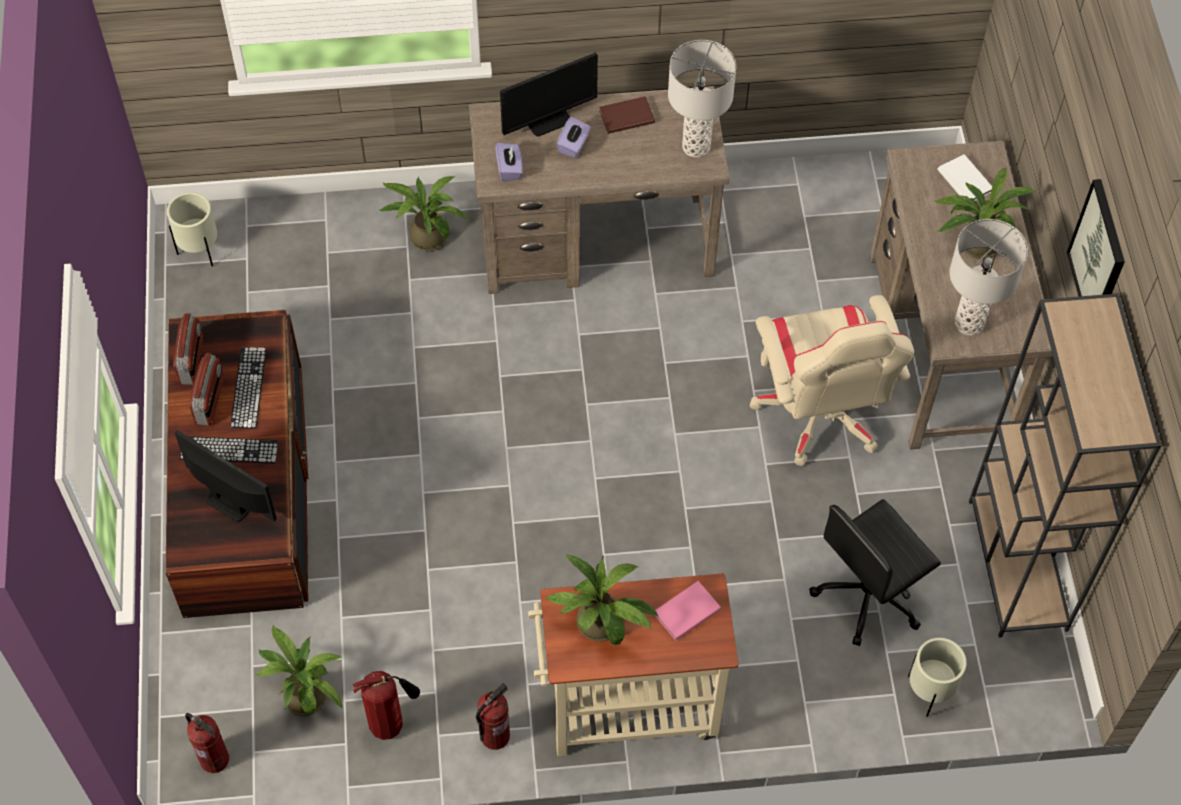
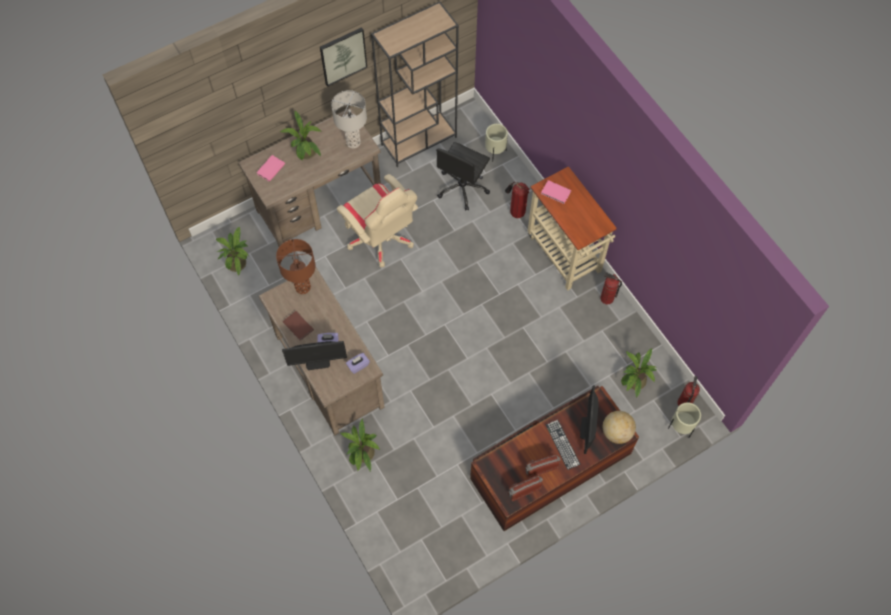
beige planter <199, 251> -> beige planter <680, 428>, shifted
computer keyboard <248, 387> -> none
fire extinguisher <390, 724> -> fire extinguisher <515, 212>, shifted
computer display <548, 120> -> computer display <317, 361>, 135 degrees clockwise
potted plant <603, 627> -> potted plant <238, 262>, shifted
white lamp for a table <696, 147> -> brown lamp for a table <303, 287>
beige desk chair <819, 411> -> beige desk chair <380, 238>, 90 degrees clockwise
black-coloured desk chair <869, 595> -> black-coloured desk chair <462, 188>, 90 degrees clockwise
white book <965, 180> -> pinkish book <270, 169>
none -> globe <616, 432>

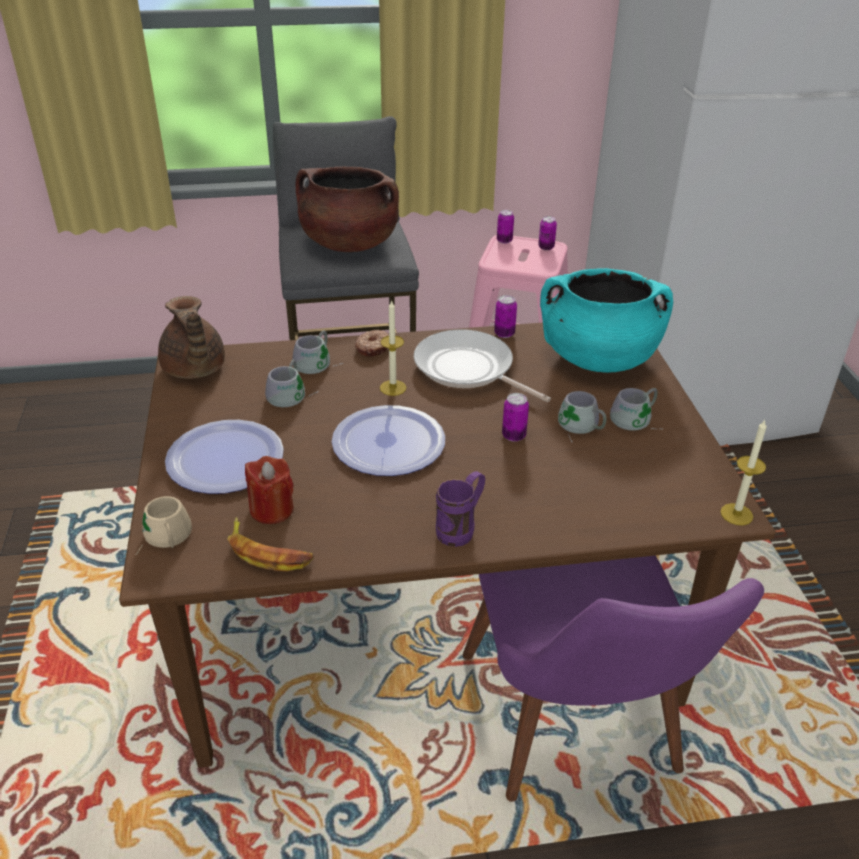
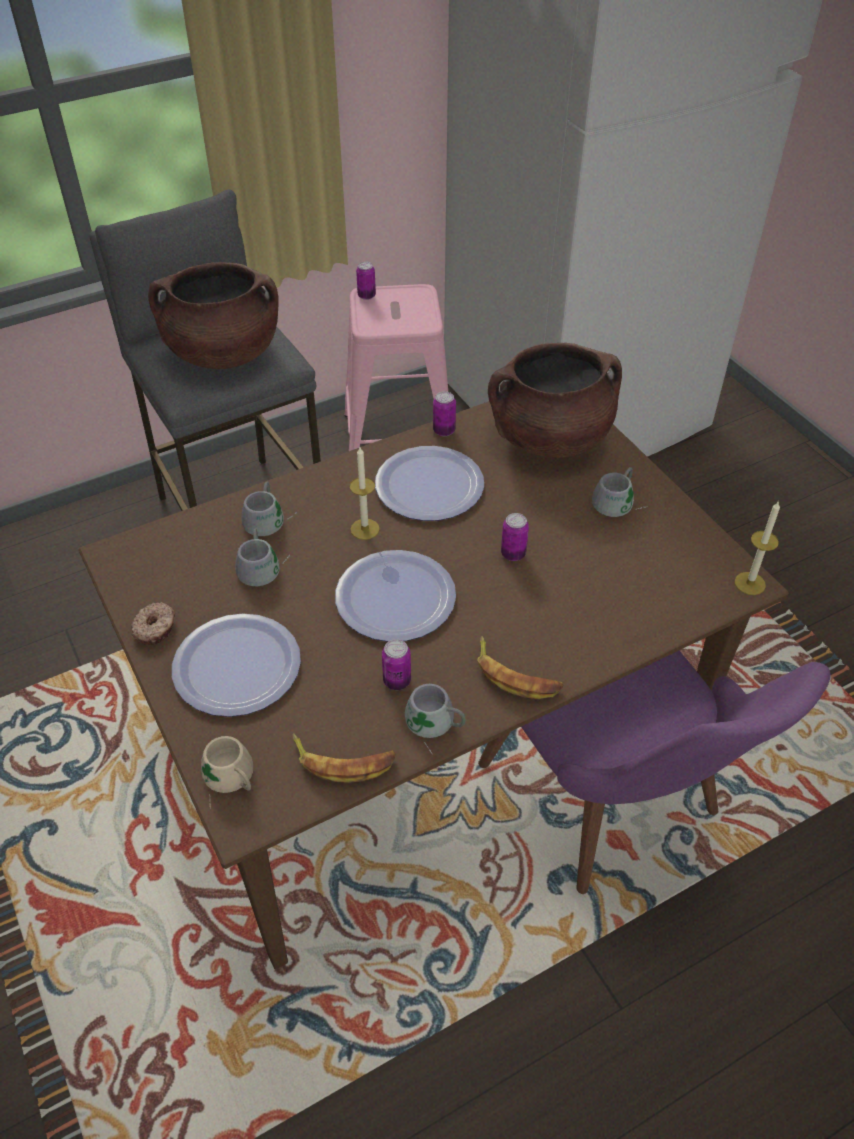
brown tea pot <194, 370> -> none
red candle <271, 509> -> none
ring doughnut <374, 348> -> ring doughnut <155, 628>, shifted
frying pan <468, 369> -> plate <429, 486>
purple mug <461, 529> -> banana <516, 675>
can <546, 247> -> can <397, 681>, shifted
blue-green cooking pot <598, 358> -> brown cooking pot <550, 438>
greyish mug <579, 427> -> greyish mug <433, 725>, shifted

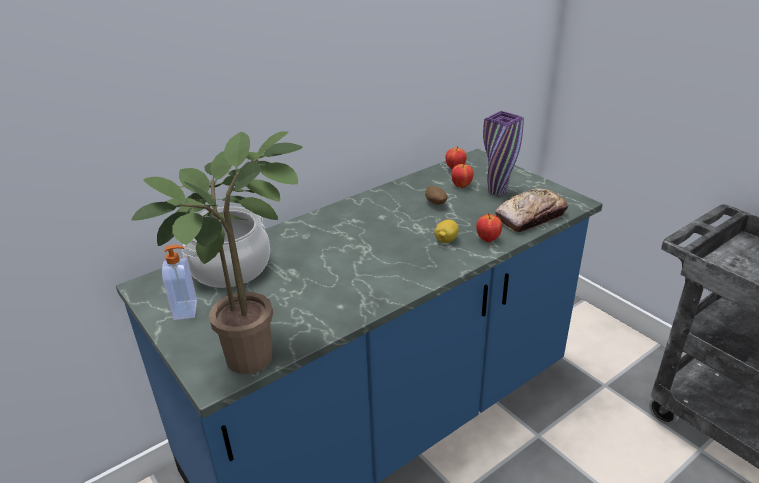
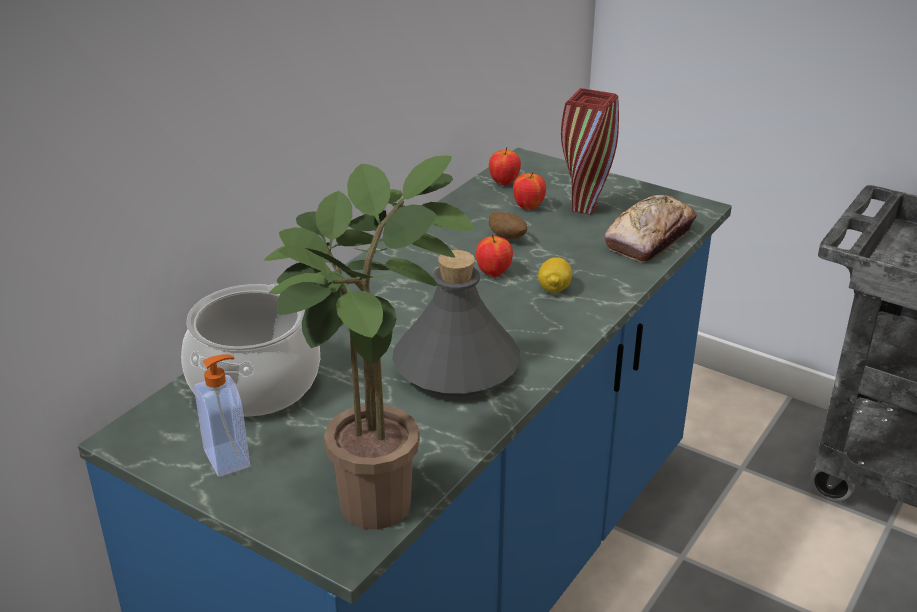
apple fruit <488, 239> -> apple fruit <494, 273>, shifted
purple flower vase <497, 192> -> red flower vase <584, 208>
none -> greyish drink bottle <457, 365>

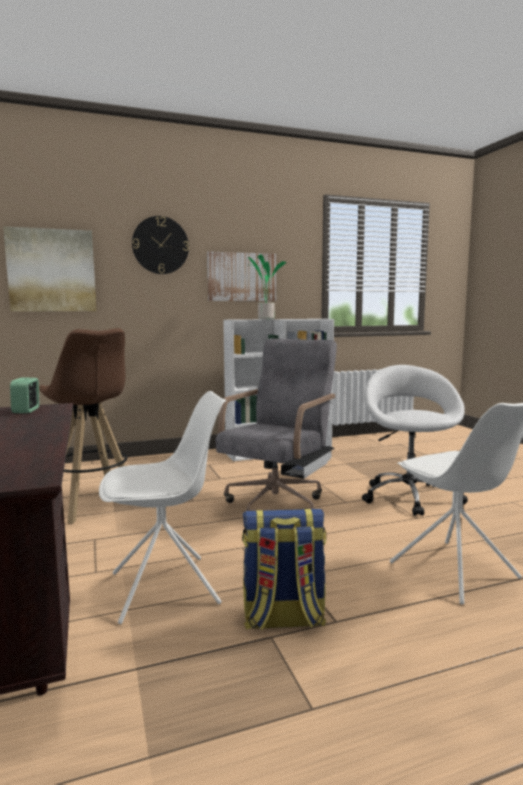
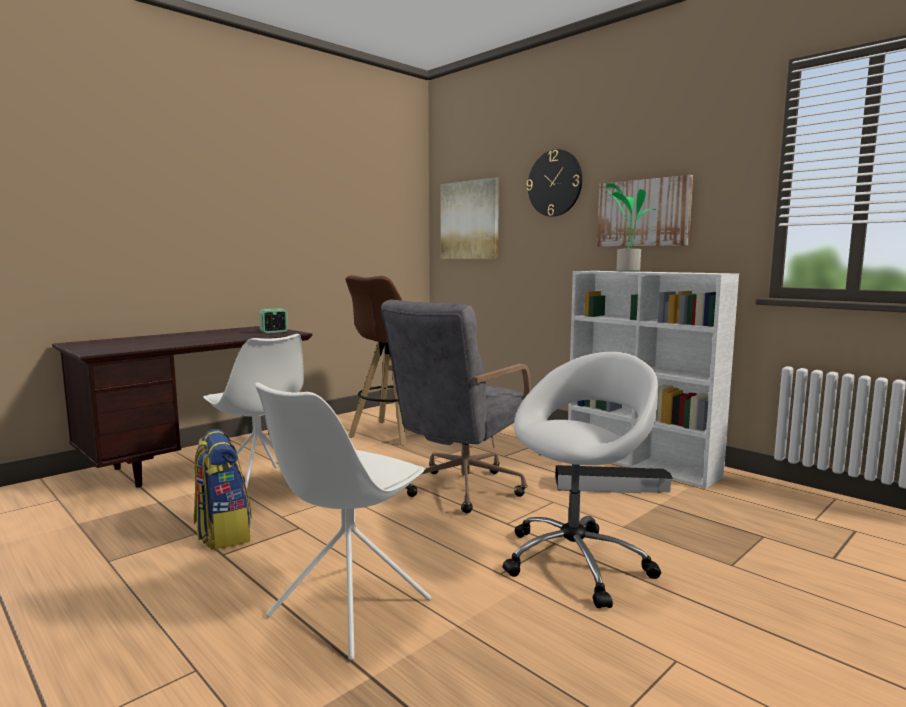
greyish desk chair <278, 504> -> greyish desk chair <461, 492>, 120 degrees clockwise

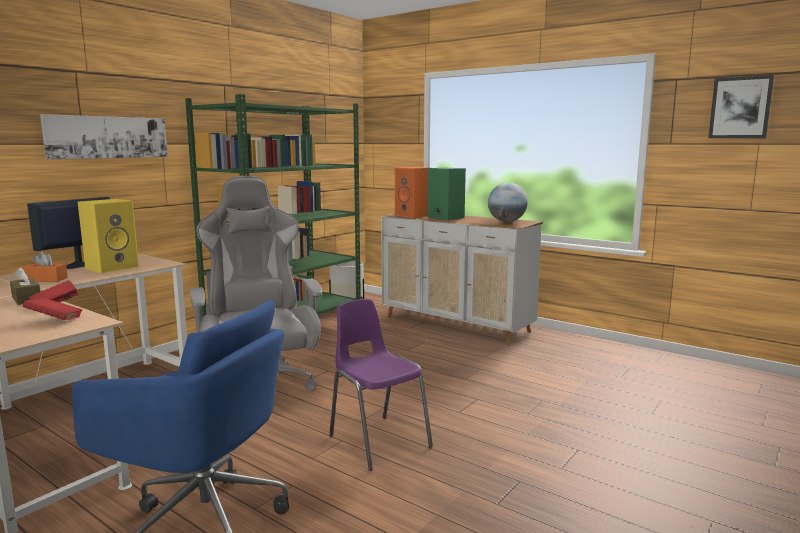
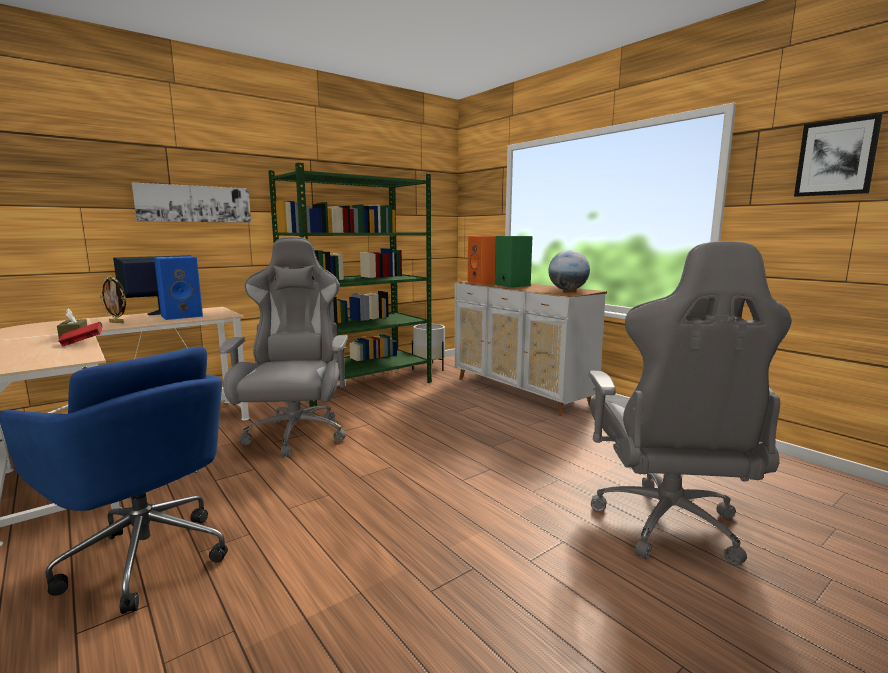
orange tissue holder <46, 279> -> picture frame <117, 322>
red book <54, 320> -> none
yellow-coloured loudspeaker <113, 267> -> blue loudspeaker <182, 316>
purple chair <378, 440> -> none
none -> greyish desk chair <663, 518>

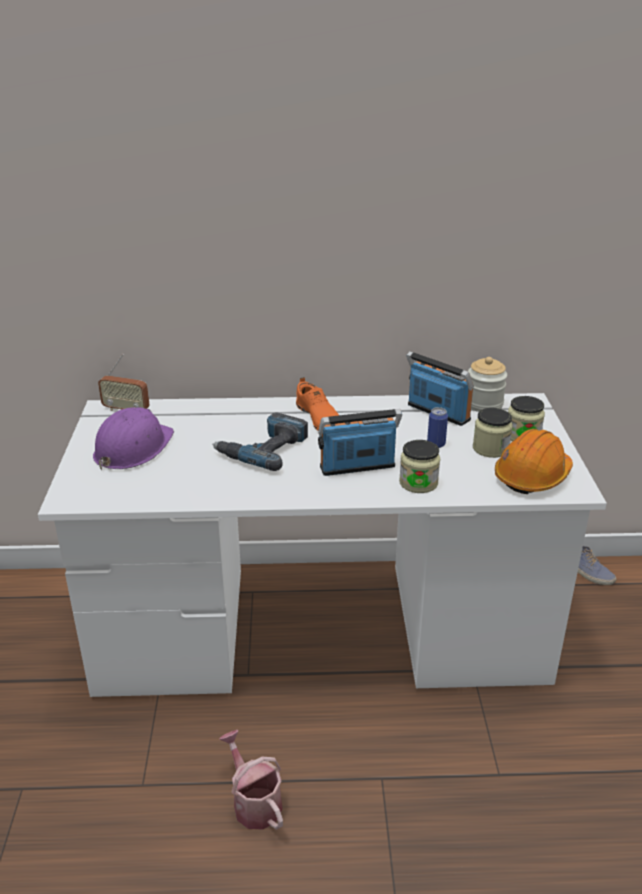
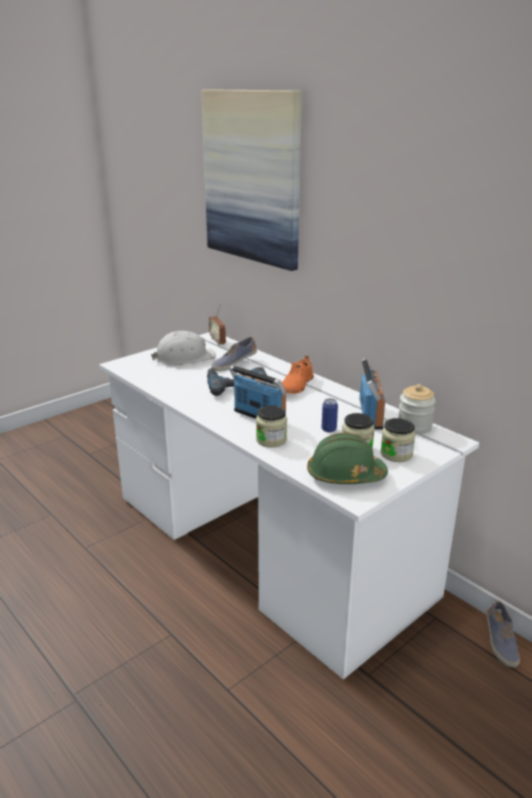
purple hard hat <132, 448> -> white hard hat <184, 357>
sprinkling can <254, 802> -> none
orange hard hat <532, 476> -> green-coloured hard hat <345, 475>
none -> picture <252, 178>
none -> low shoe <233, 363>

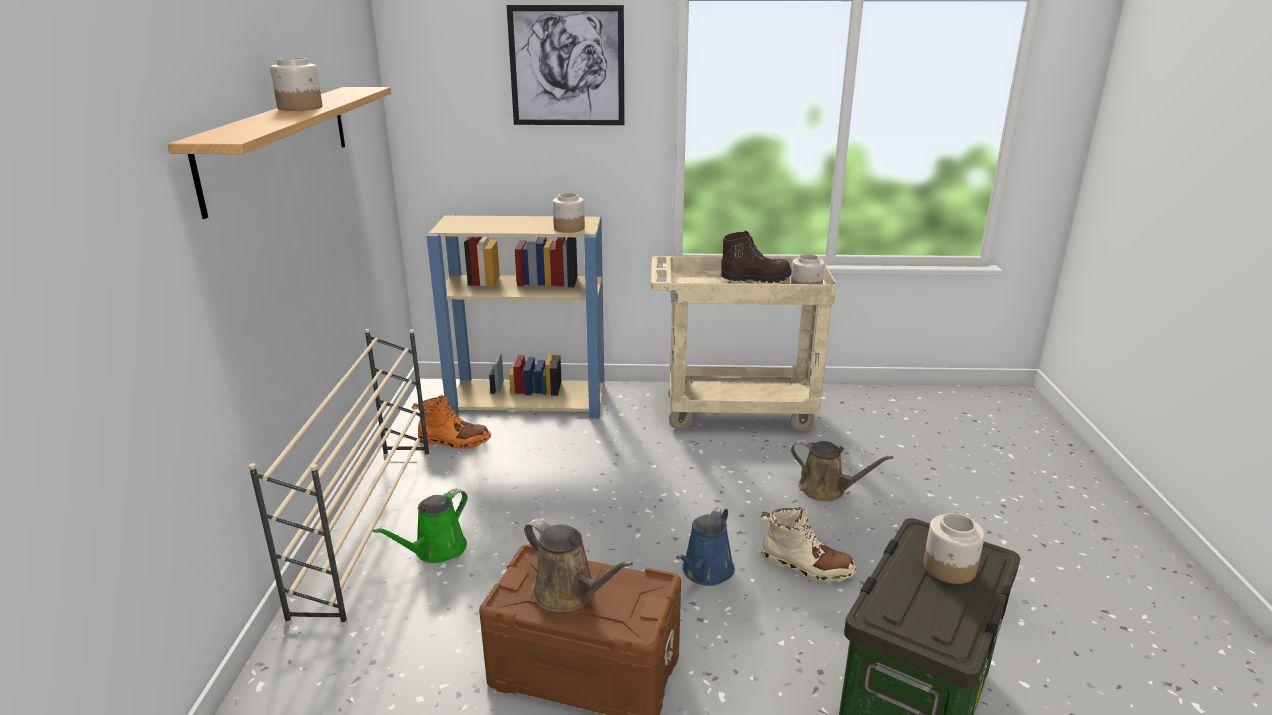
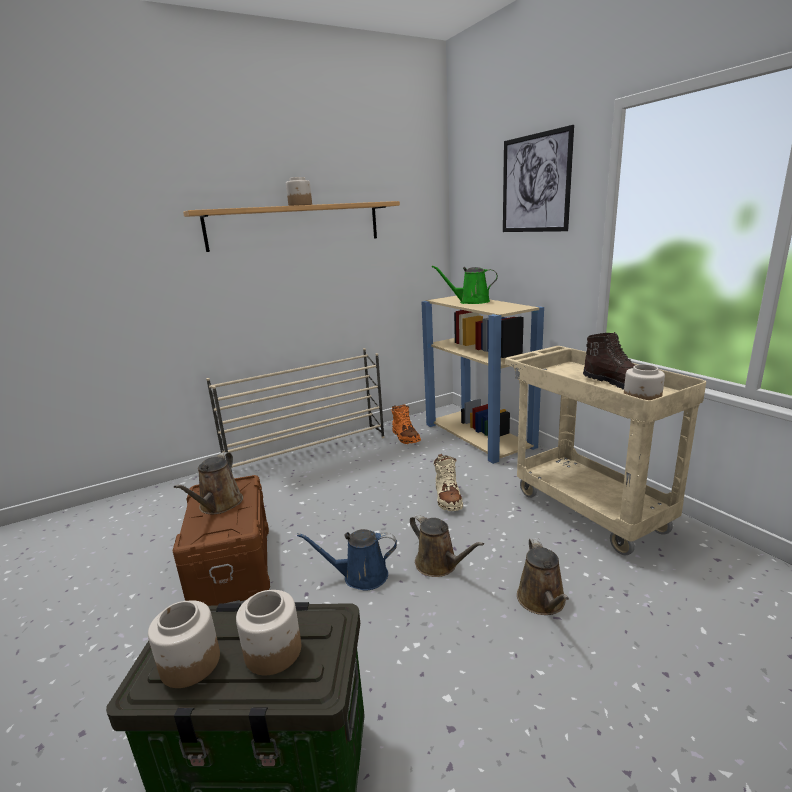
green-coloured sprinkling can <436, 550> -> green-coloured sprinkling can <471, 302>, shifted
storage jar <568, 228> -> storage jar <190, 663>, shifted
beige boot <806, 566> -> beige boot <447, 498>, shifted
none -> brown sprinkling can <439, 565>

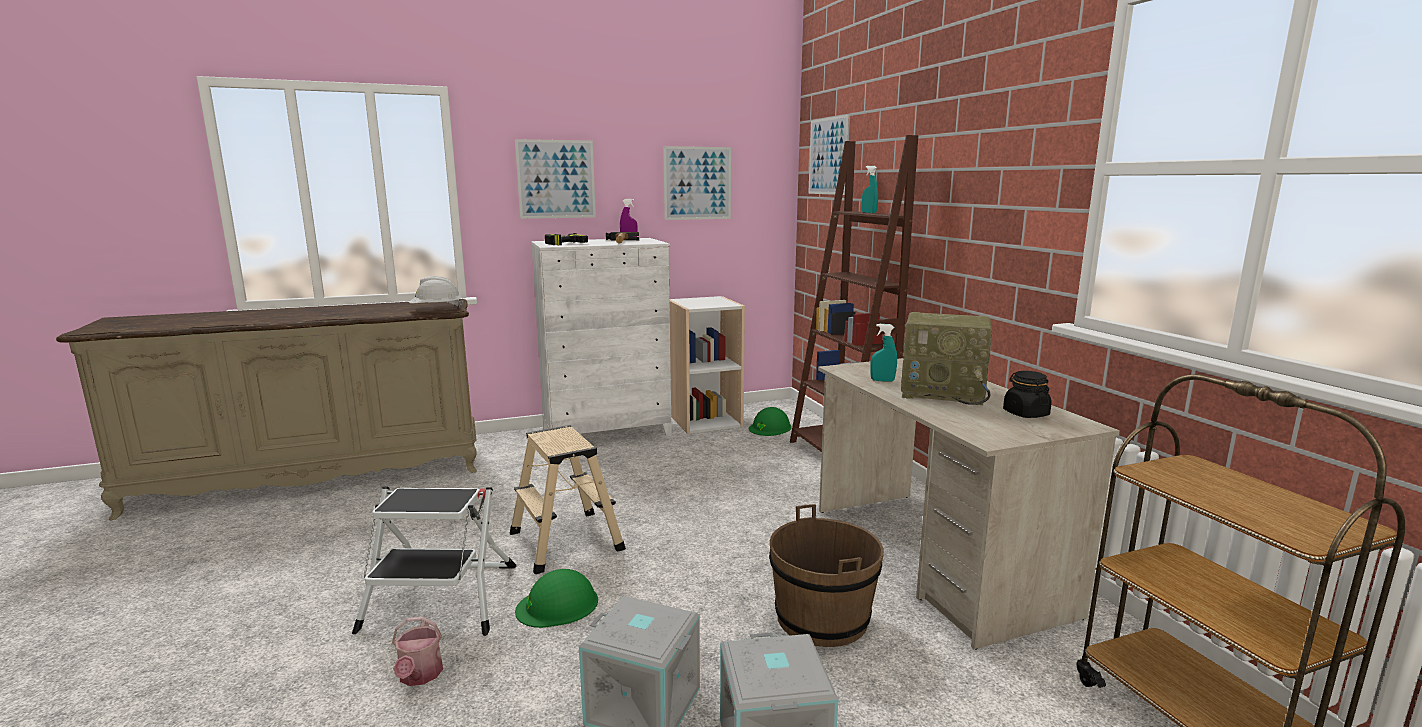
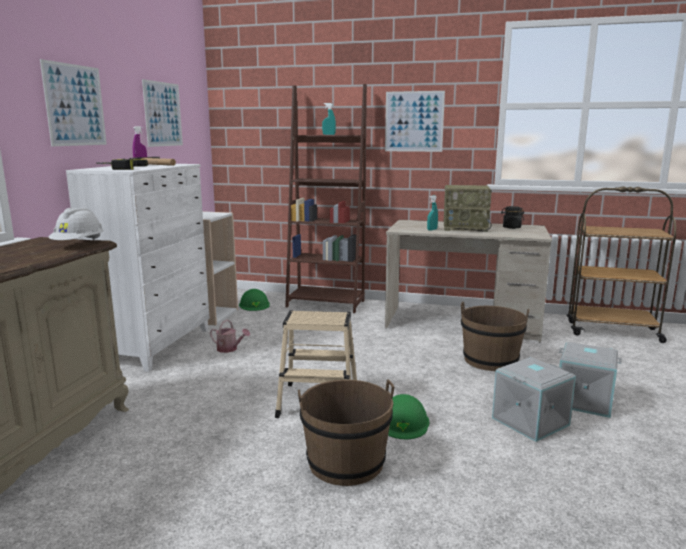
step ladder <443, 599> -> brown water bucket <346, 462>
sprinkling can <419, 676> -> sprinkling can <229, 349>, shifted
picture <827, 156> -> picture <414, 121>, shifted
radio set <944, 392> -> radio set <466, 228>, 45 degrees clockwise

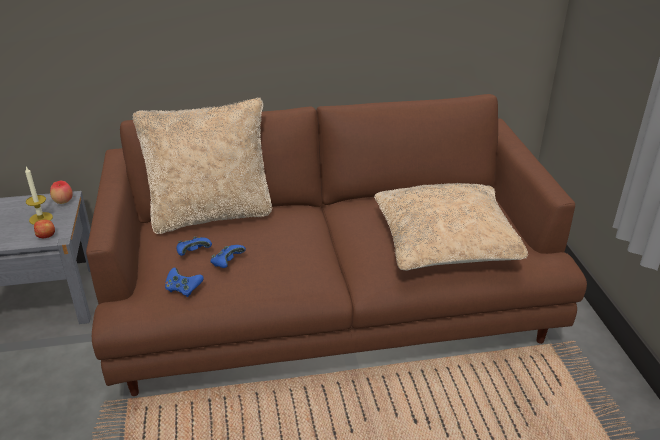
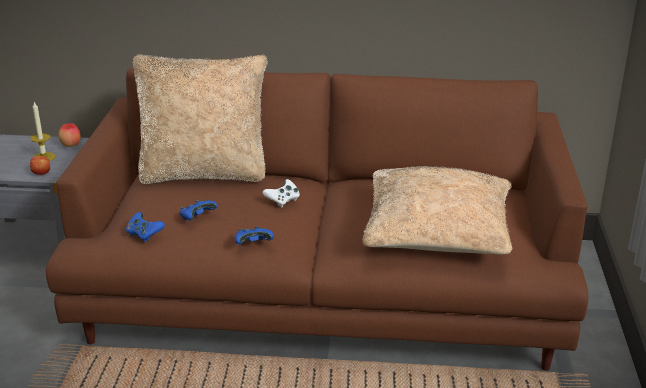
blue joypad <193, 253> -> blue joypad <253, 244>, shifted
none -> white joypad <282, 201>

